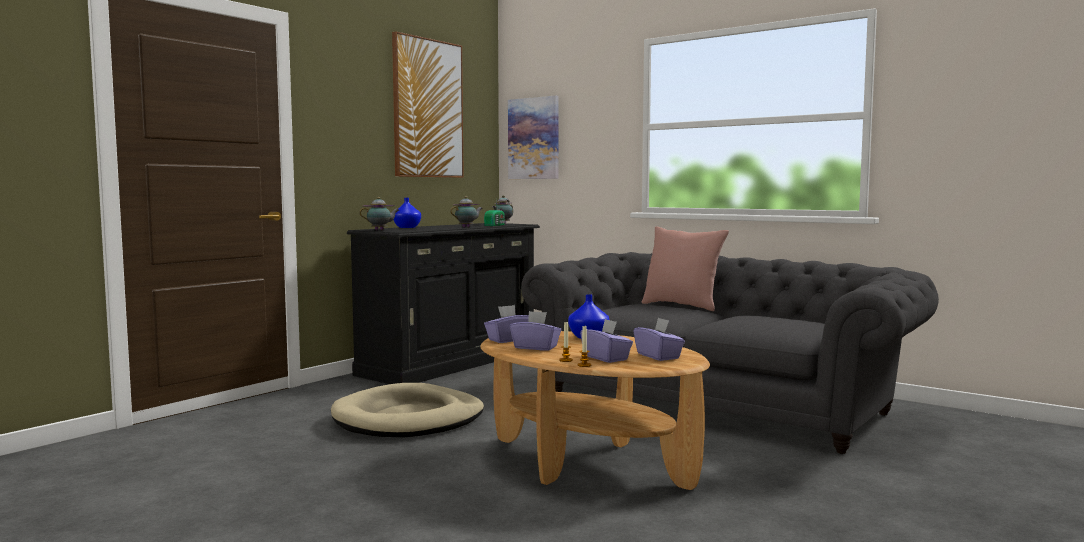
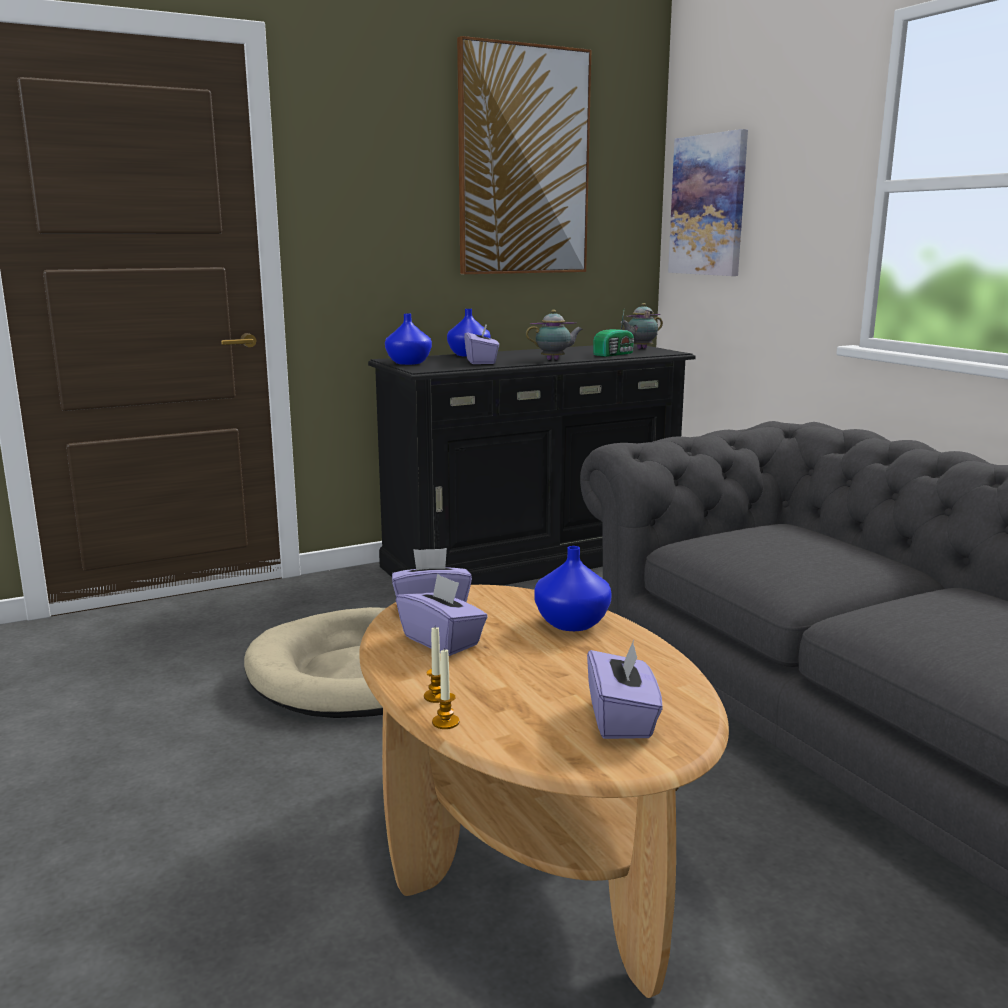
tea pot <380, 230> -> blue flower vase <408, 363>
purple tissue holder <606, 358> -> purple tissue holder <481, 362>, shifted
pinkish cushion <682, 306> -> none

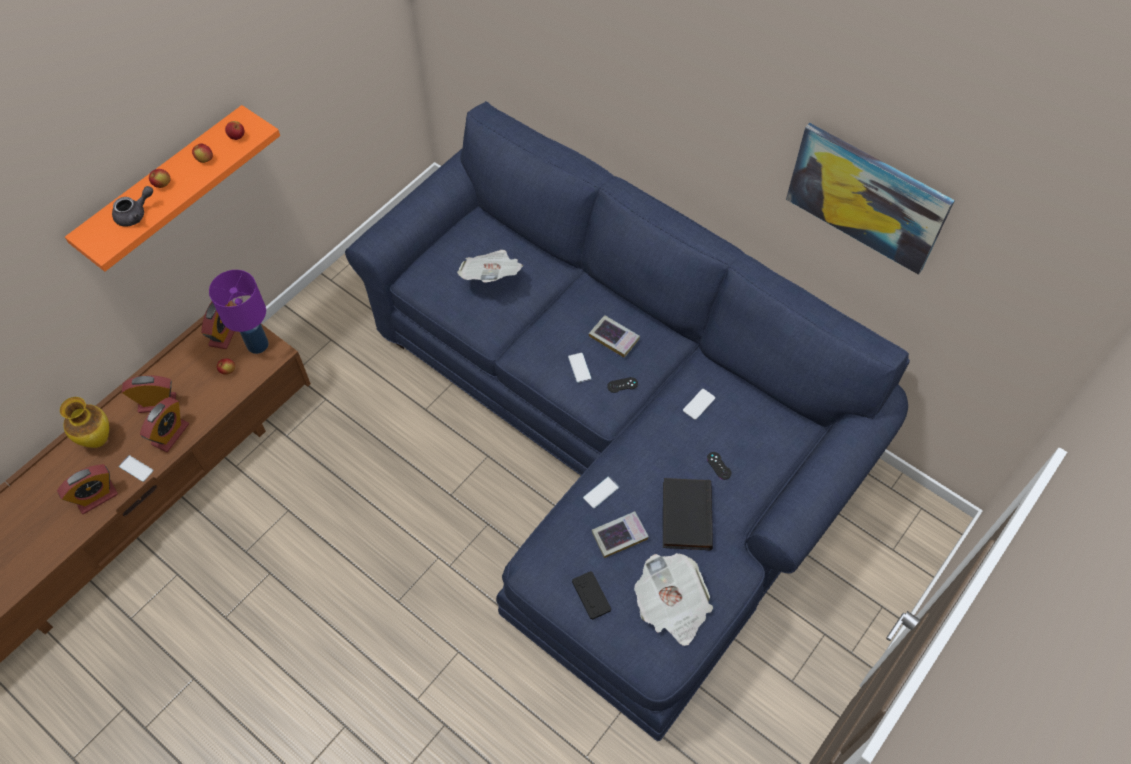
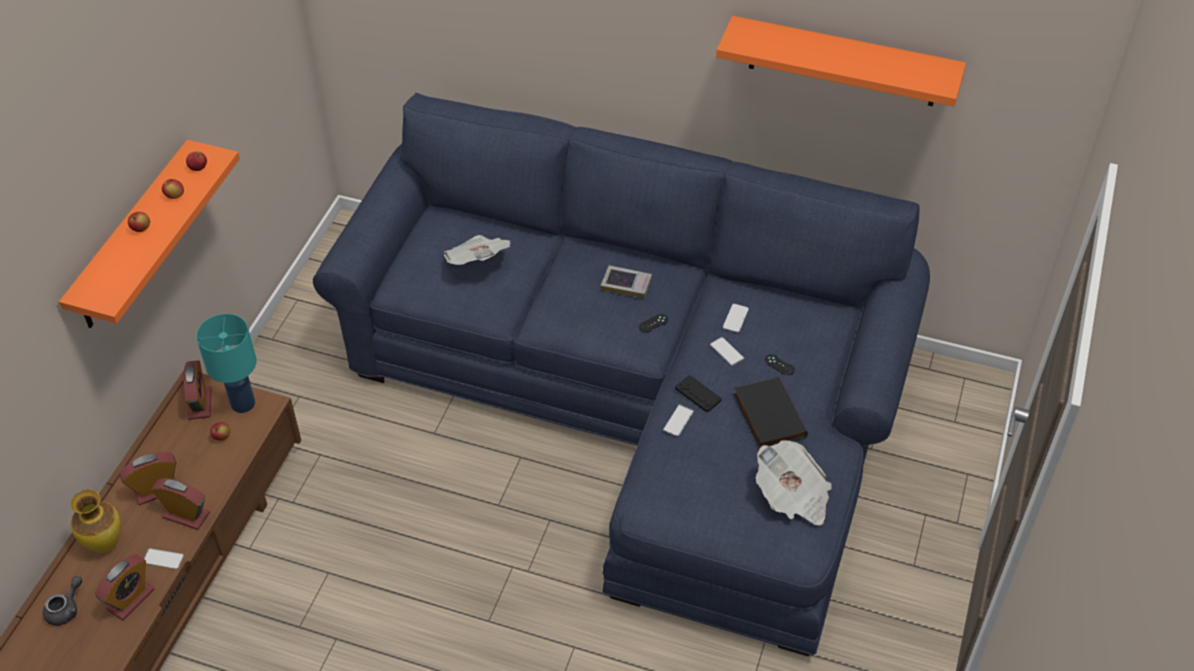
greyish tea pot <135, 214> -> greyish tea pot <66, 609>, shifted
alarm clock <170, 434> -> alarm clock <186, 515>, 75 degrees counterclockwise
purple lamp for a table <258, 345> -> blue-green lamp for a table <243, 404>
handset <579, 368> -> handset <727, 351>, shifted
black-coloured joypad <591, 595> -> black-coloured joypad <698, 394>, shifted
book <619, 536> -> none
picture <867, 197> -> orange wall shelf <843, 62>

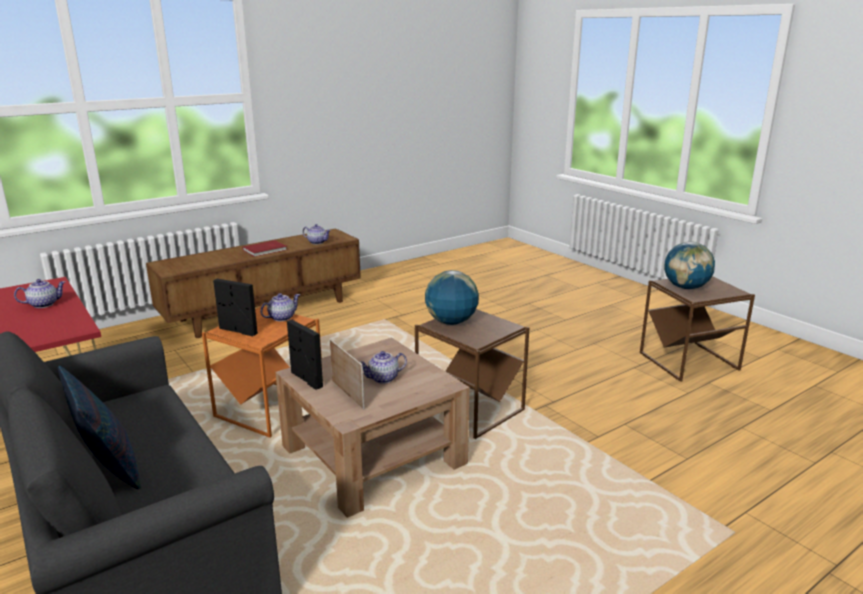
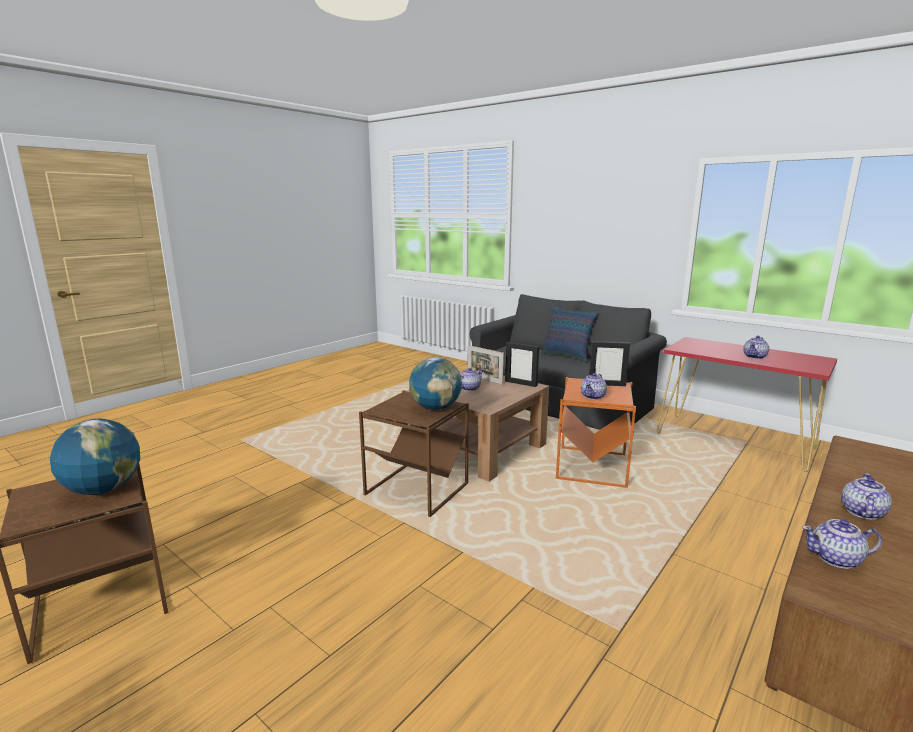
red book <266, 250> -> tea pot <861, 512>

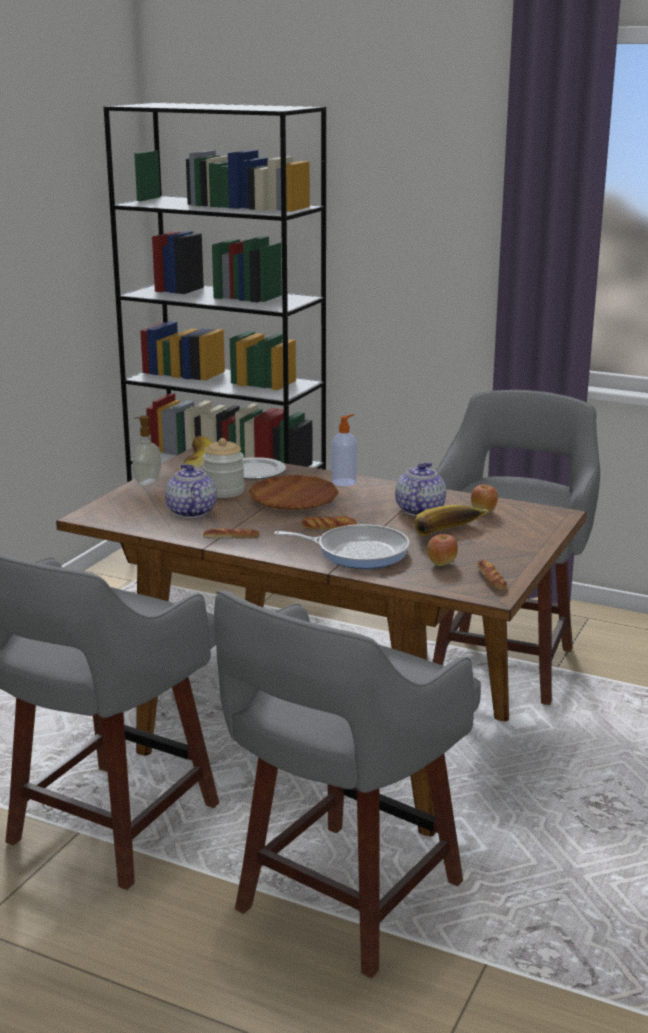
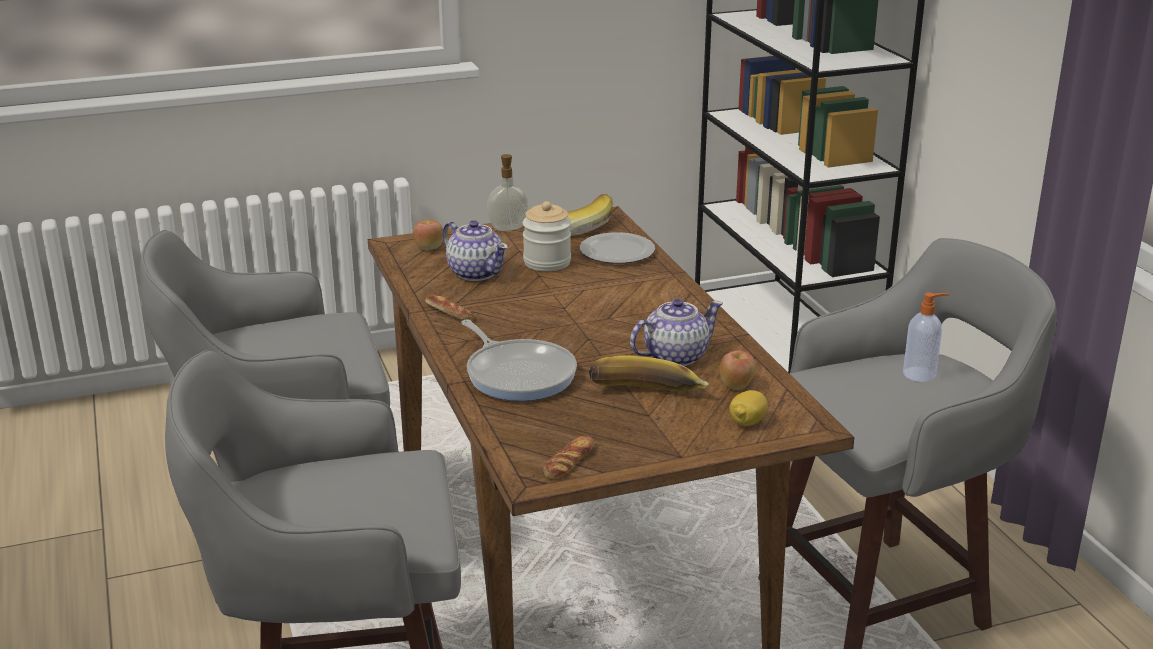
tea pot <191, 512> -> tea pot <476, 272>, 105 degrees clockwise
brown plate <293, 499> -> none
baked bread <329, 527> -> none
liquid soap bottle <344, 482> -> liquid soap bottle <920, 374>, shifted
apple fruit <441, 563> -> apple fruit <429, 248>, shifted
none -> citrus fruit <747, 422>

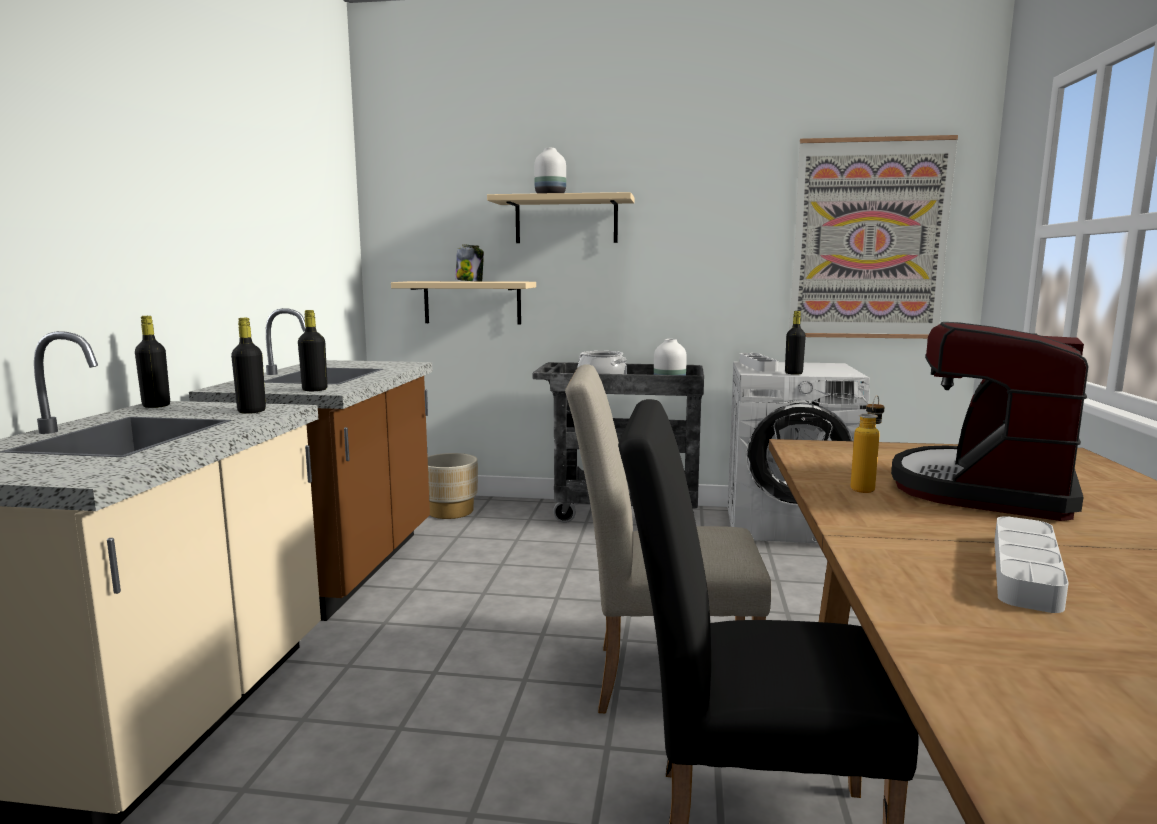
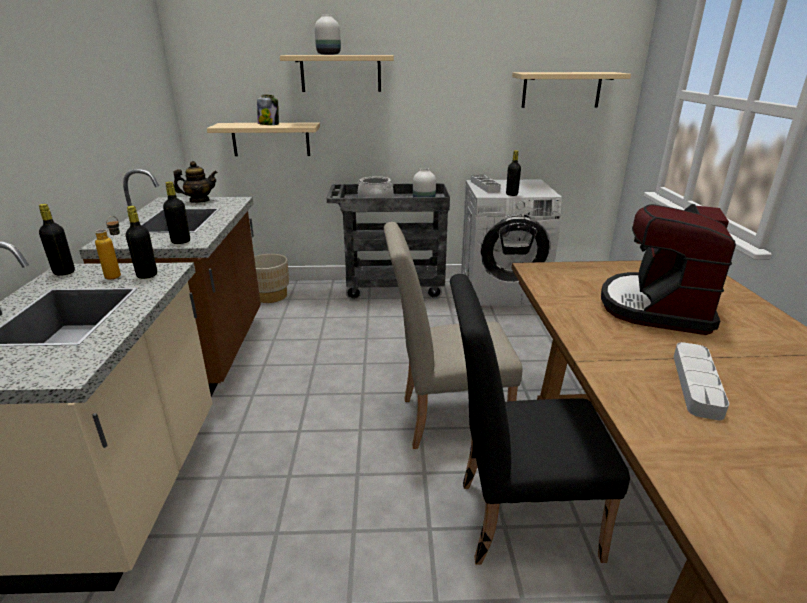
picture <869, 240> -> beige wall shelf <561, 90>
drink bottle <865, 488> -> drink bottle <118, 275>, shifted
none -> tea pot <199, 201>

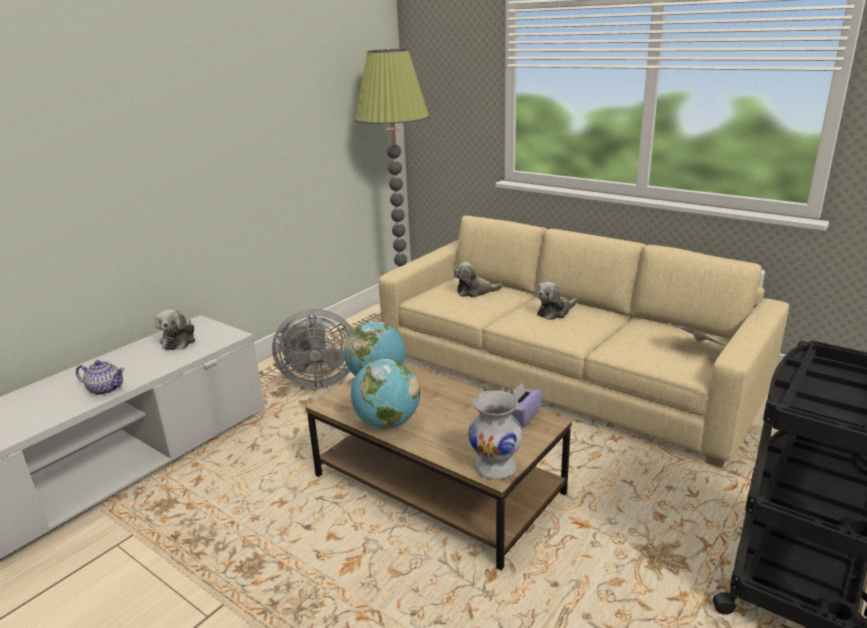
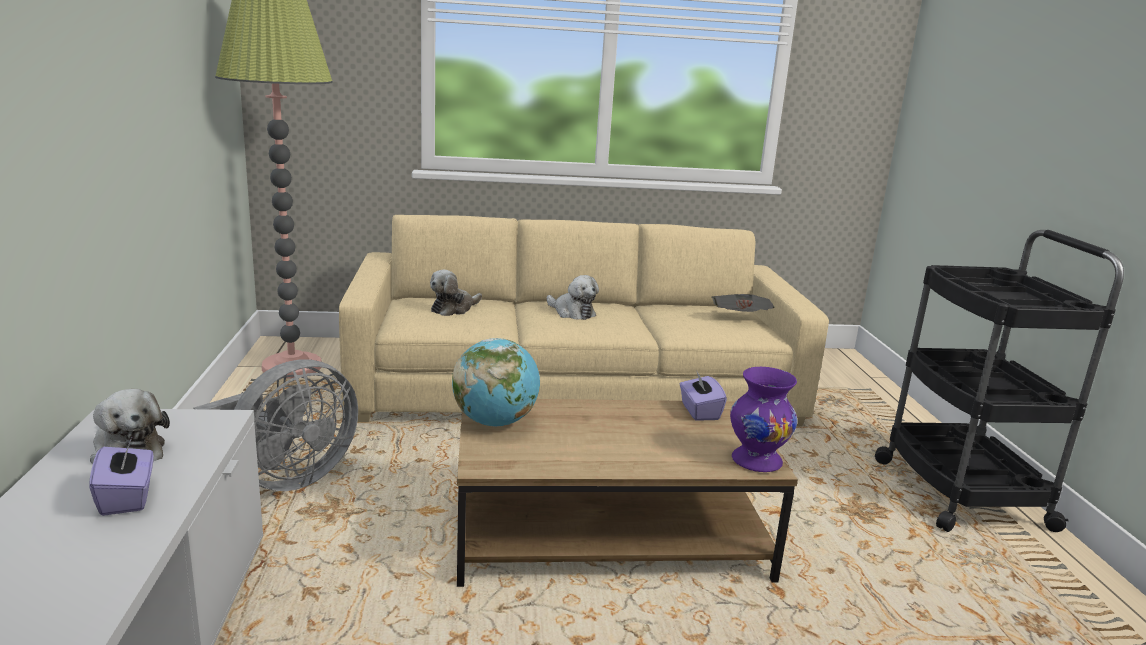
tea pot <105, 389> -> none
globe <387, 423> -> none
white flower vase <494, 467> -> purple flower vase <756, 461>
soft toy <555, 312> -> soft toy <572, 313>, 60 degrees counterclockwise
none -> purple tissue holder <127, 497>

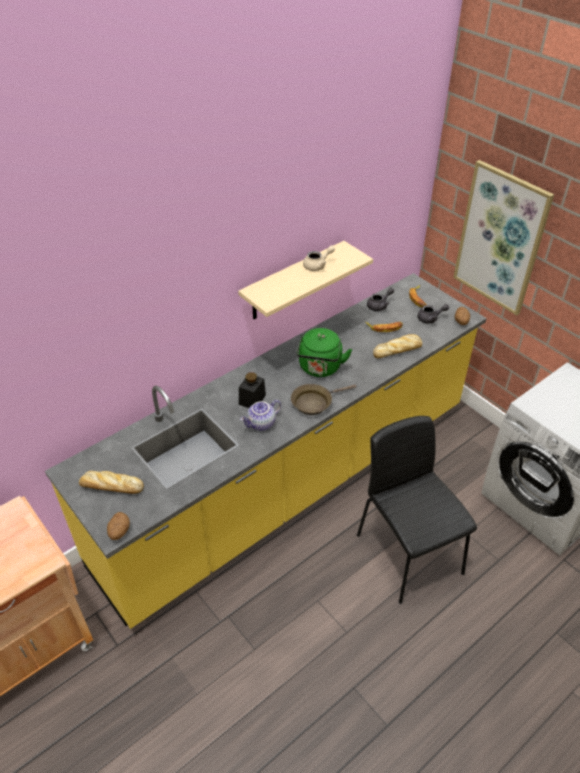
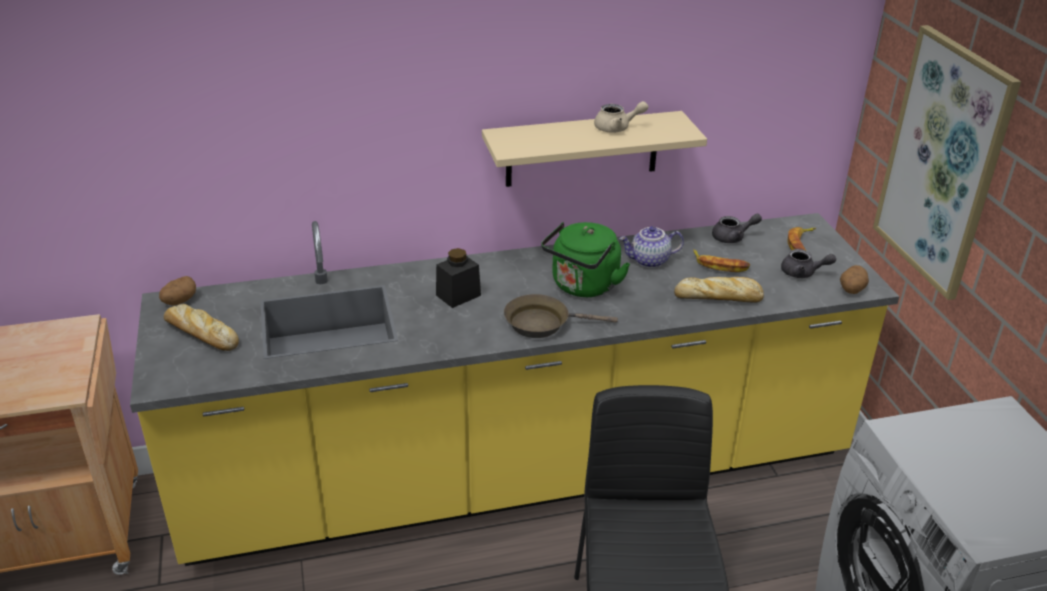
potato <119, 532> -> potato <179, 301>, shifted
tea pot <261, 424> -> tea pot <649, 261>, shifted

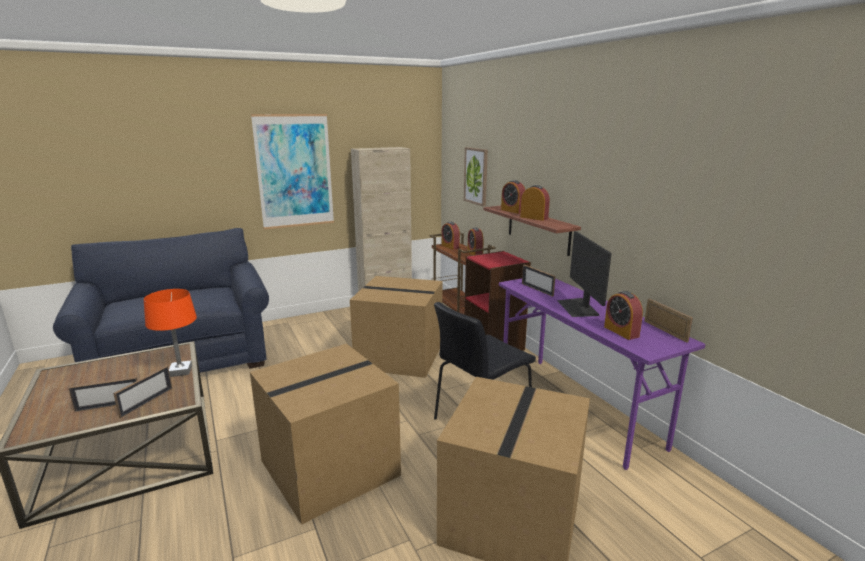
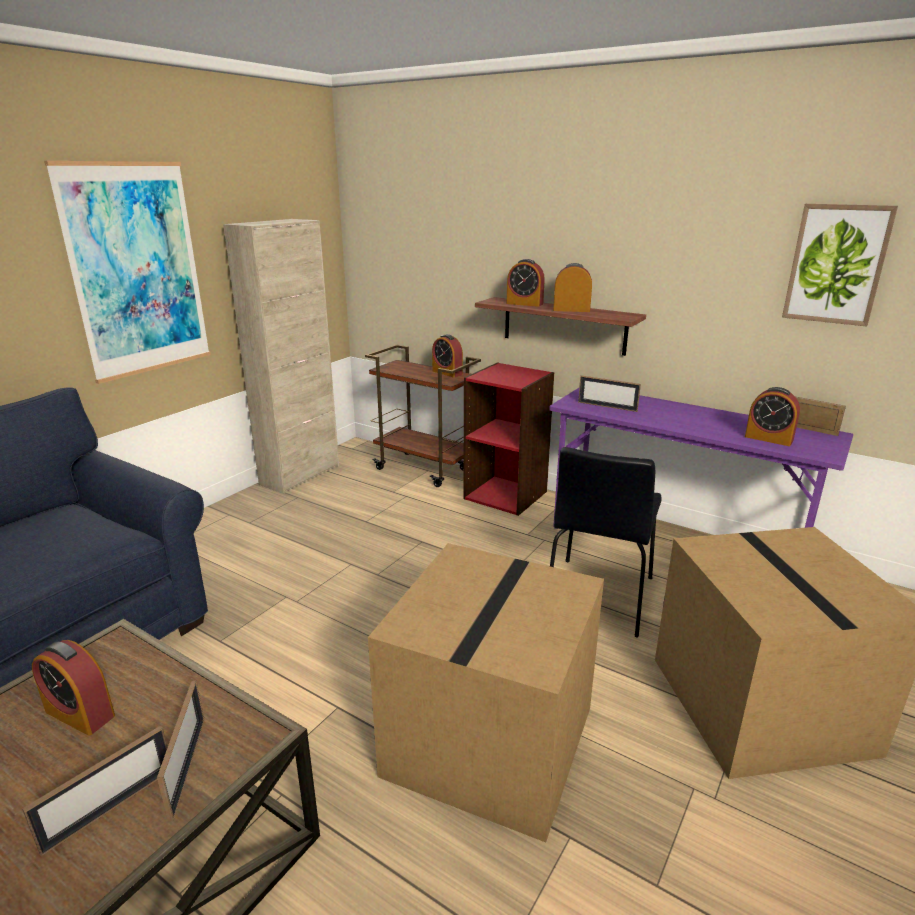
orange lamp for a table <180, 371> -> none
cardboard box <398, 356> -> none
alarm clock <450, 246> -> alarm clock <80, 713>, shifted
picture <476, 176> -> picture <836, 264>, shifted
computer display <578, 308> -> none

